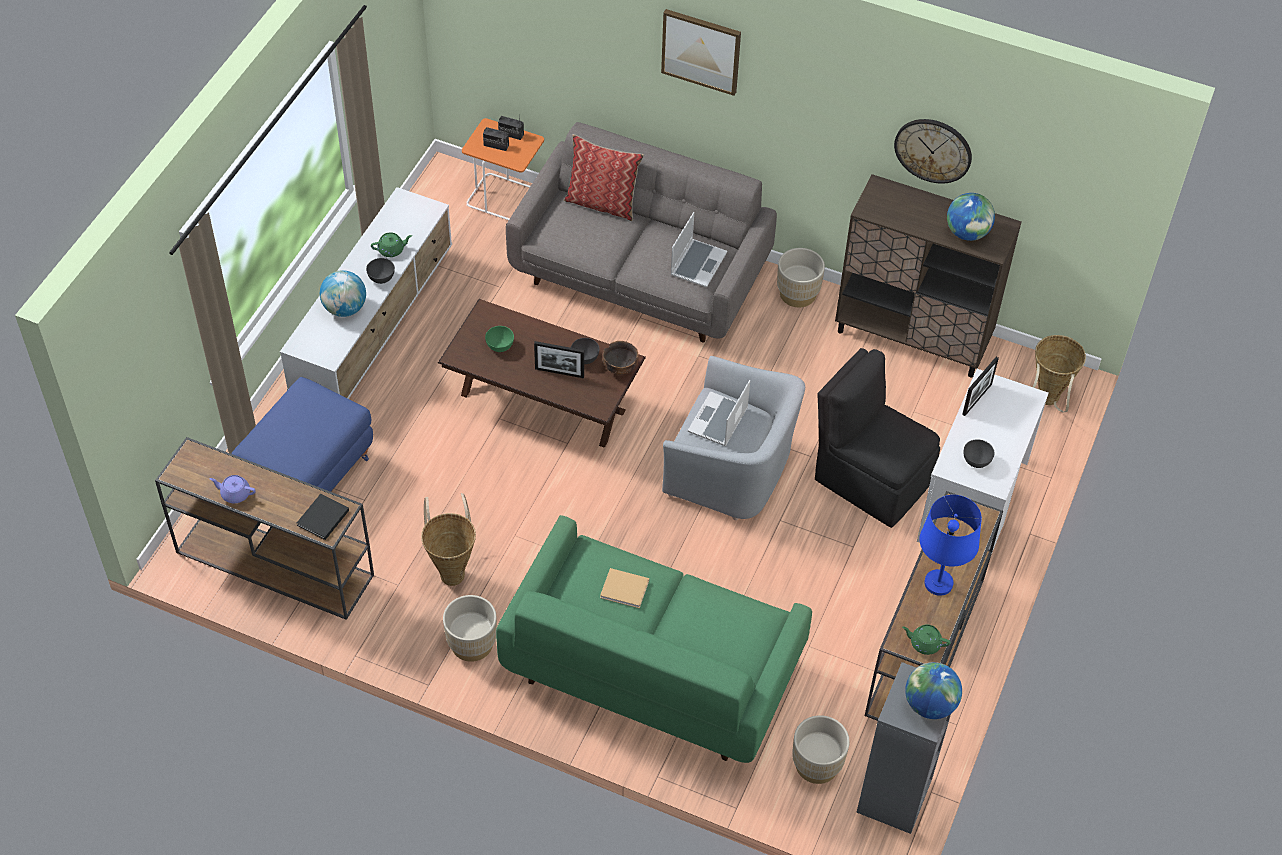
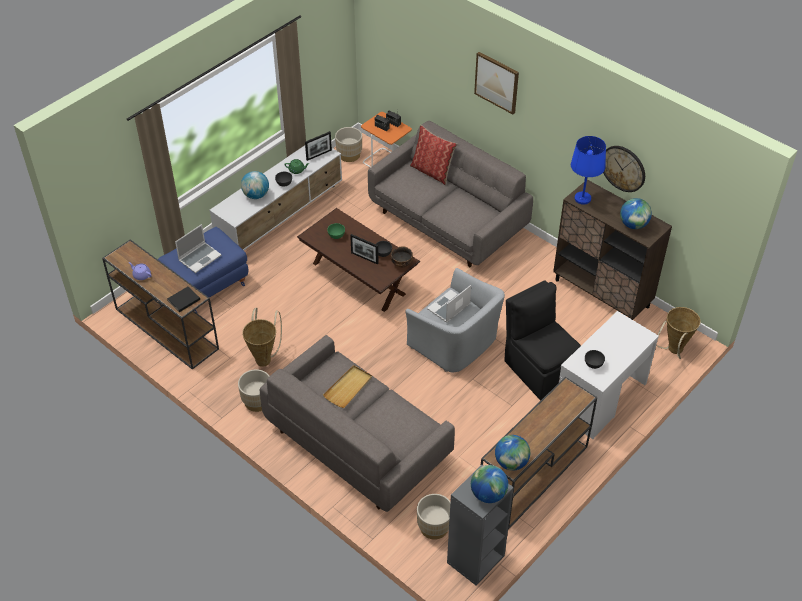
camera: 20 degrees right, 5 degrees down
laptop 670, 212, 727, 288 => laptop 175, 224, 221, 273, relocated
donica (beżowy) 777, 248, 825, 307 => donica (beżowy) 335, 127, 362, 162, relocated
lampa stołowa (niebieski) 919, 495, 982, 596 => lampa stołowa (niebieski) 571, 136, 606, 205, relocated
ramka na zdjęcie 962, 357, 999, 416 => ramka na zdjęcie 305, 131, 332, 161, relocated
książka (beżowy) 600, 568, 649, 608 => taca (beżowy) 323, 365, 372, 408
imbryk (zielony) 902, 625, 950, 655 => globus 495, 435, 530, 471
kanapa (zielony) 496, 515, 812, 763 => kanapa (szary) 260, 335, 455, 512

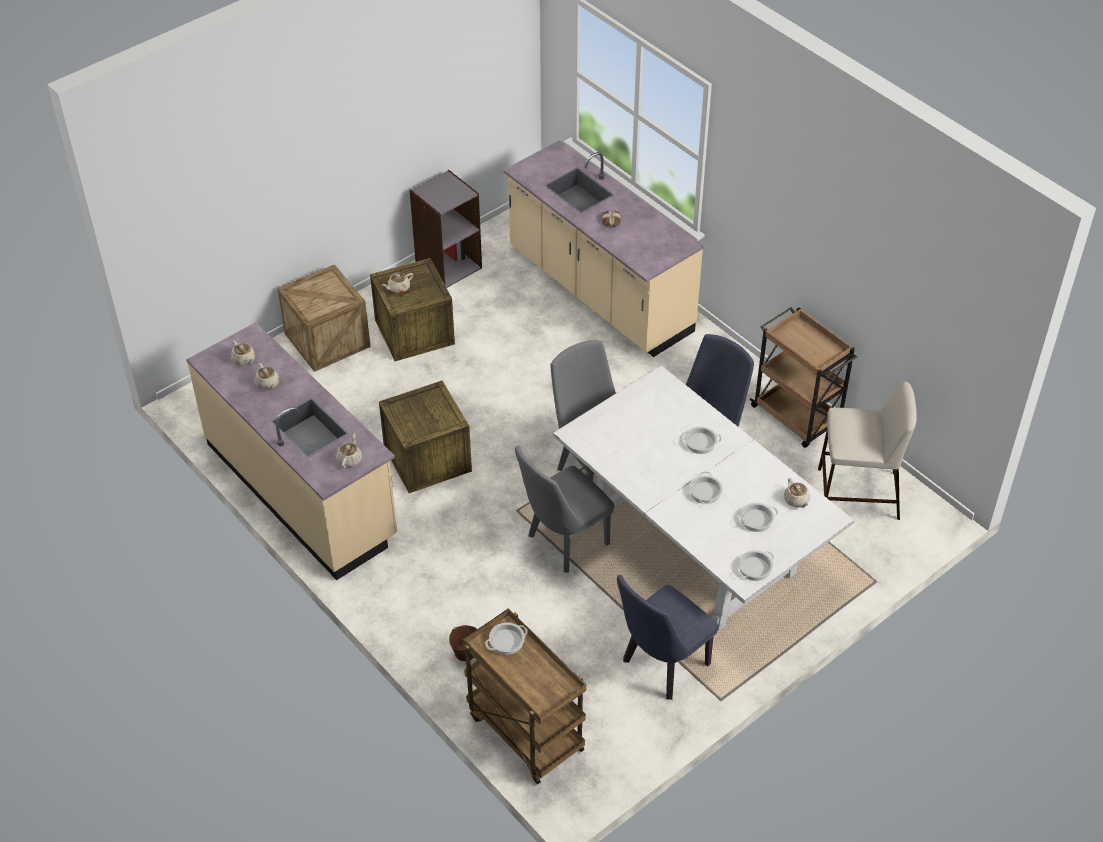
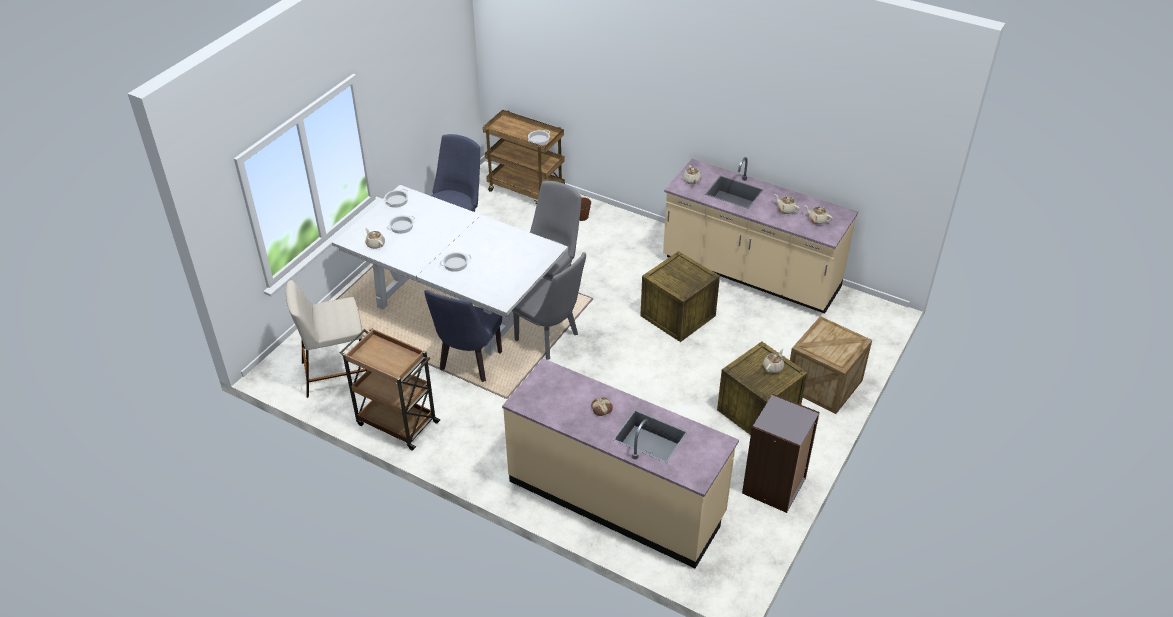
camera: 160 degrees right, 5 degrees down
garnek 689, 472, 723, 504 => nothing

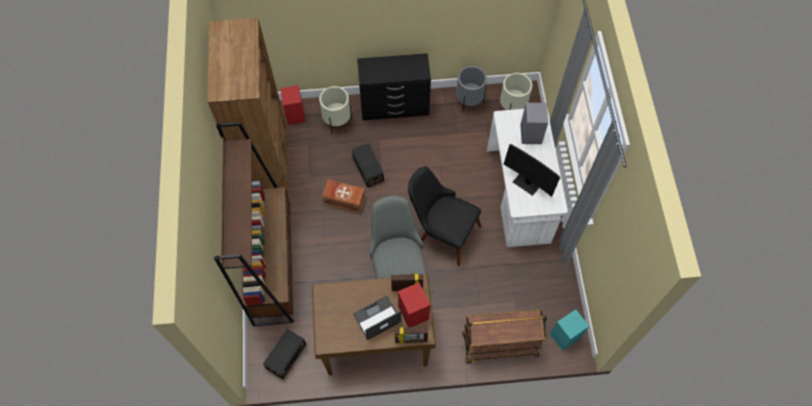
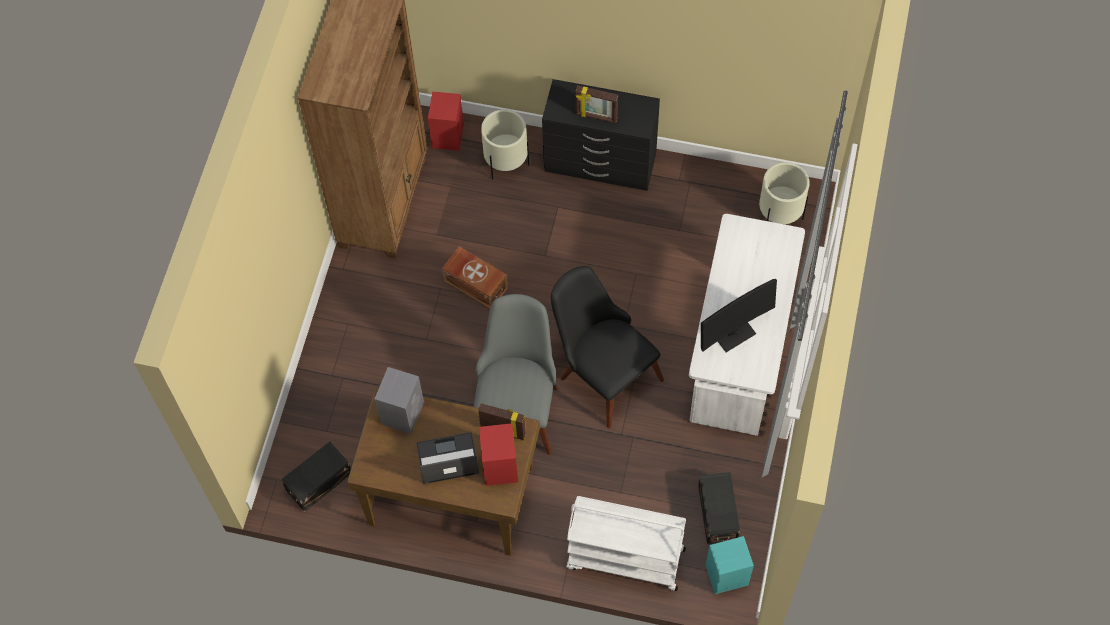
camera: 20 degrees right, 0 degrees up
regał (brązowy) 214, 122, 294, 326 => nothing
donica (szary) 456, 66, 487, 113 => nothing
pojemnik do przechowywania (czarny) 352, 143, 384, 188 => pojemnik do przechowywania (czarny) 698, 472, 740, 544, relocated
ramka na zdjęcie 395, 327, 428, 343 => ramka na zdjęcie 575, 85, 618, 123, relocated
głośnik (szary) 521, 103, 548, 144 => głośnik (szary) 374, 367, 424, 434, relocated
wózek (brązowy) 462, 310, 547, 364 => wózek (biały) 566, 496, 686, 591
monitor 503, 144, 560, 197 => monitor 701, 279, 777, 352, 90 degrees counterclockwise

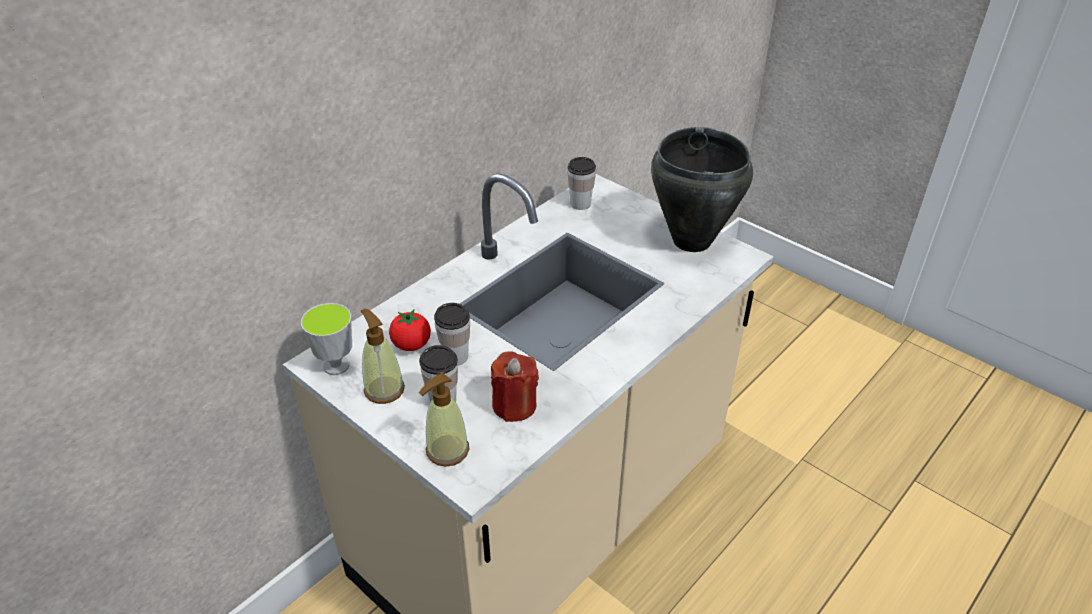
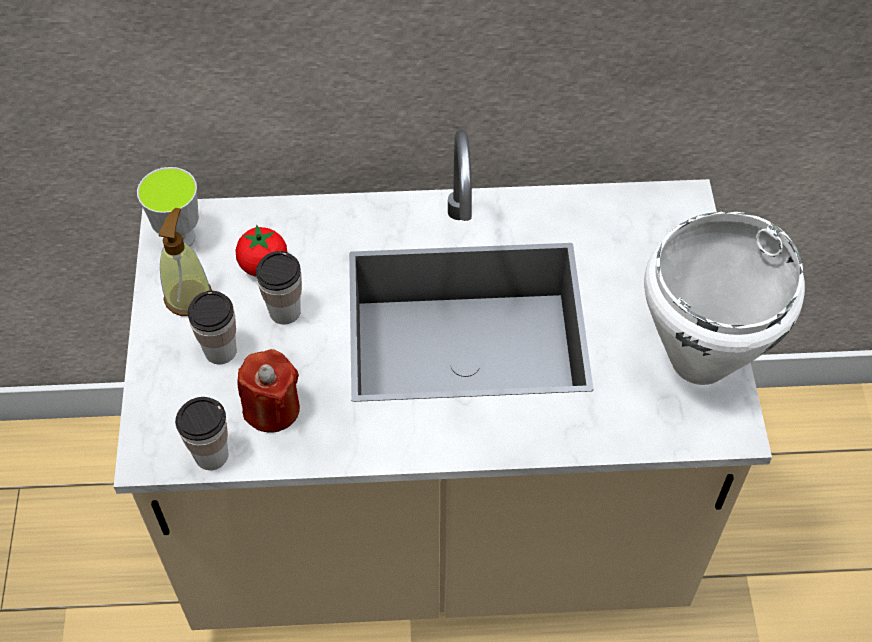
camera: 45 degrees right, 15 degrees up
dozownik mydła 419, 373, 469, 467 => nothing
filiżanka 567, 157, 596, 210 => filiżanka 175, 397, 228, 470, relocated
garnek (czarny) 651, 127, 753, 252 => garnek (biały) 644, 211, 805, 385

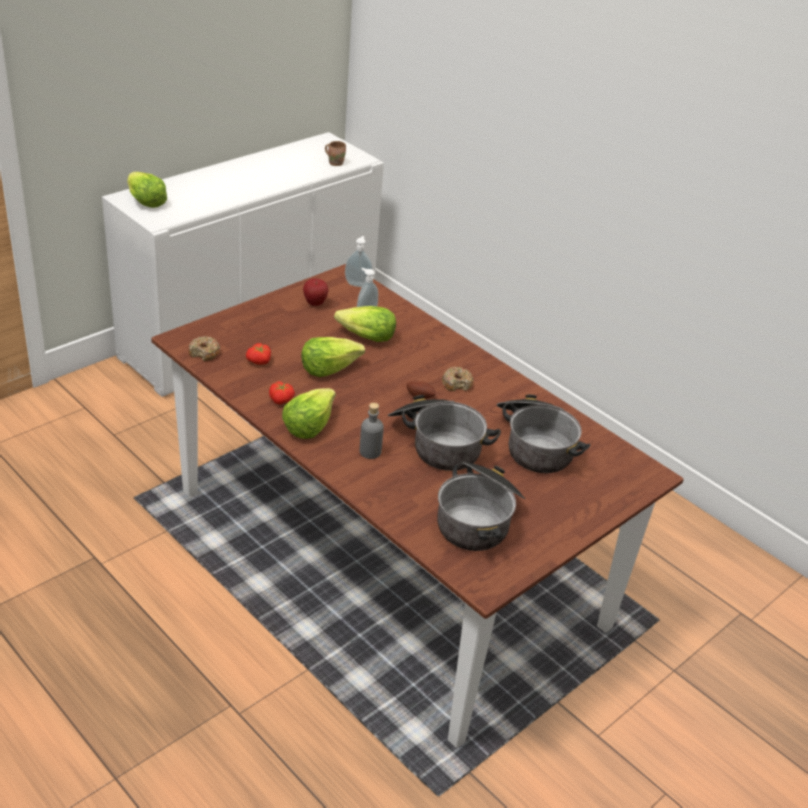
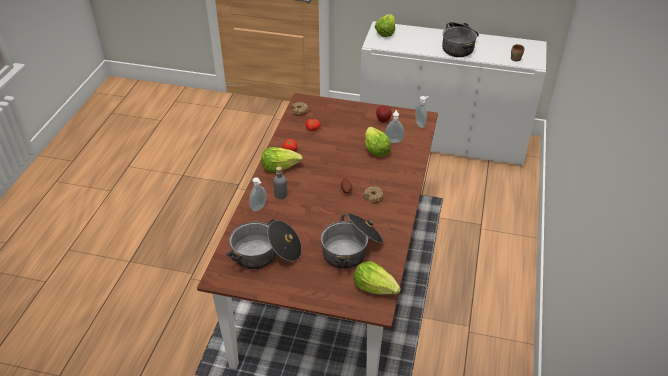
camera: 60 degrees right, 5 degrees up
nothing => dozownik mydła 249, 177, 266, 212
sałata 301, 337, 365, 377 => sałata 354, 261, 401, 295, relocated
garnek 388, 395, 501, 471 => garnek 442, 22, 479, 57, relocated

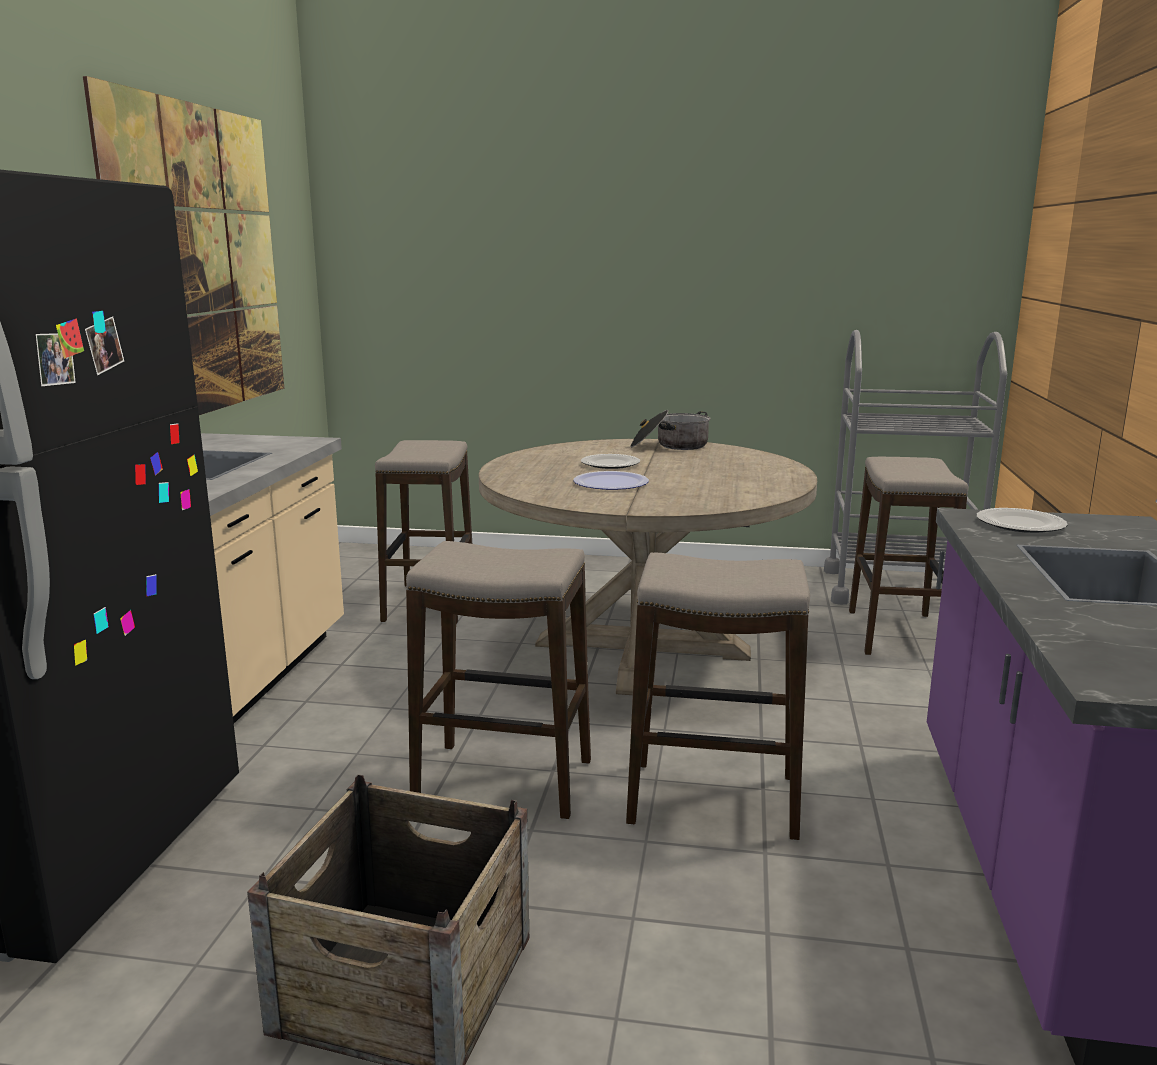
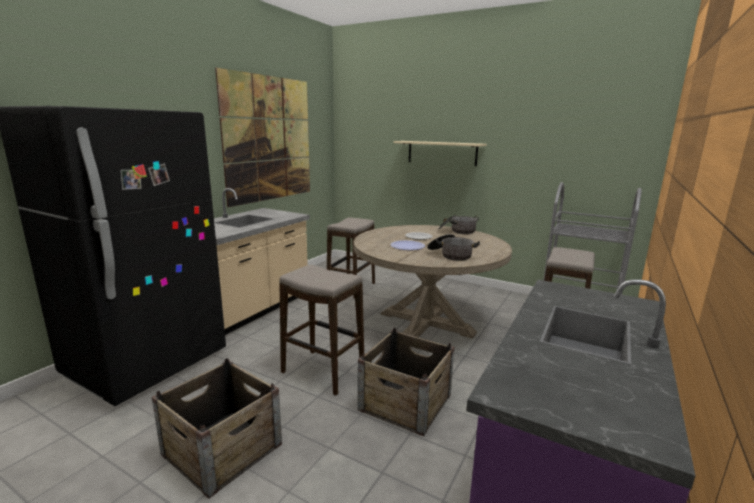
camera: 20 degrees right, 0 degrees up
talerz 977, 508, 1068, 533 => nothing
nothing => półka (beżowy) 393, 141, 487, 166
nothing => garnek 427, 234, 480, 261
stołek 626, 553, 810, 840 => skrzynka 358, 328, 454, 436

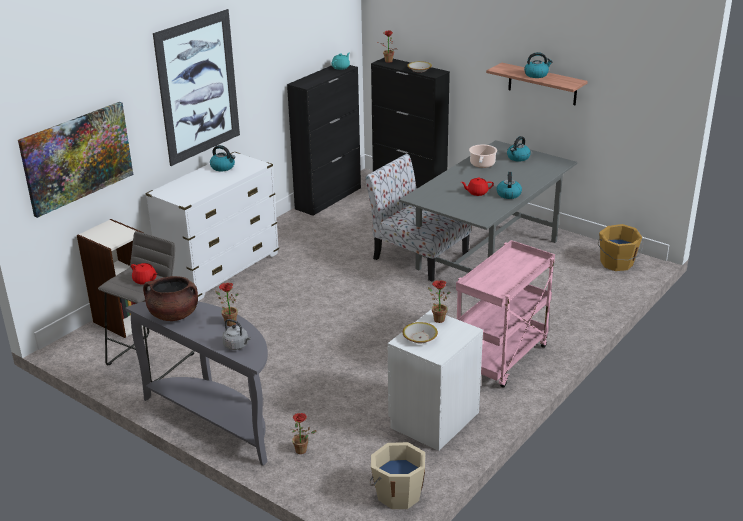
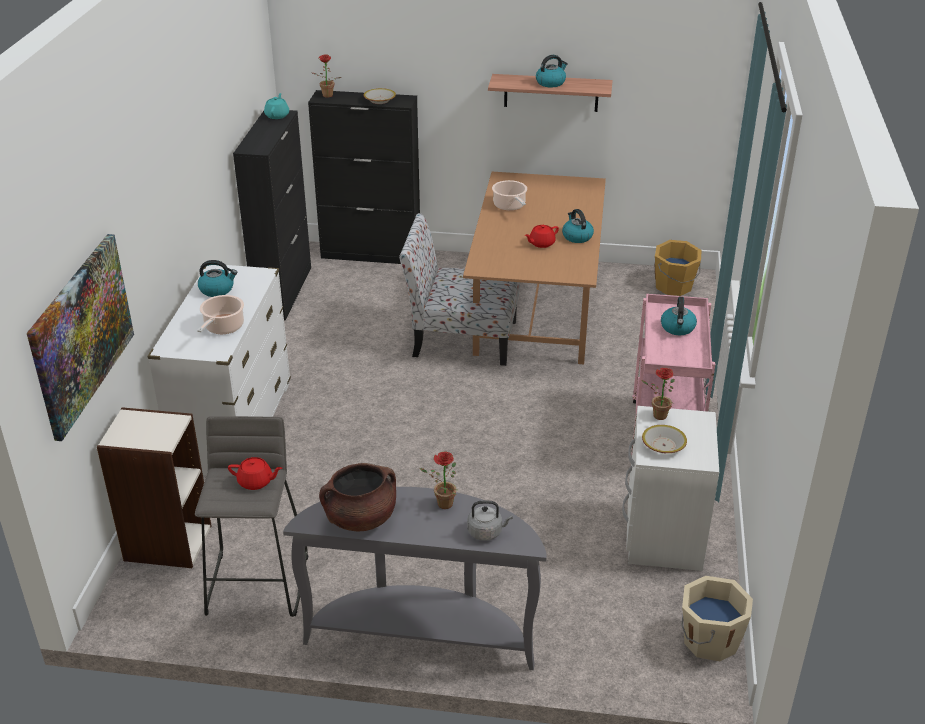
camera: 30 degrees left, 5 degrees up
obraz 153, 9, 240, 166 => nothing
roślina doniczkowa 292, 413, 317, 454 => nothing
nothing => garnek 197, 295, 244, 334
czajnik 507, 136, 531, 162 => czajnik 661, 297, 697, 335, relocated
stół jadalny (szary) 399, 140, 577, 273 => stół jadalny (brązowy) 463, 172, 606, 365

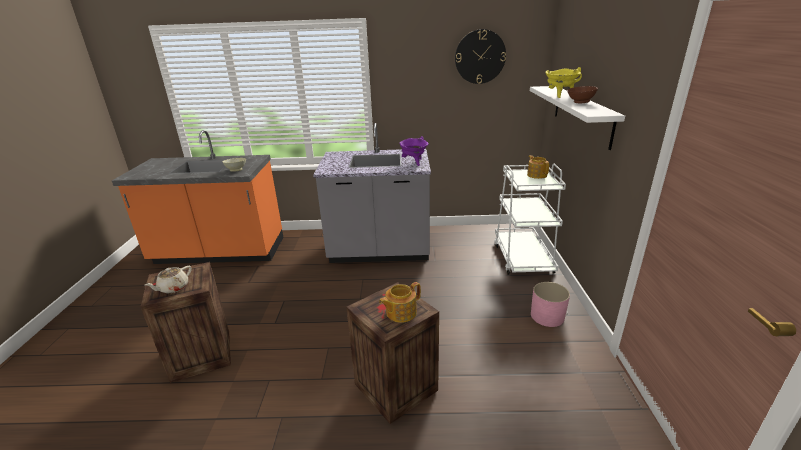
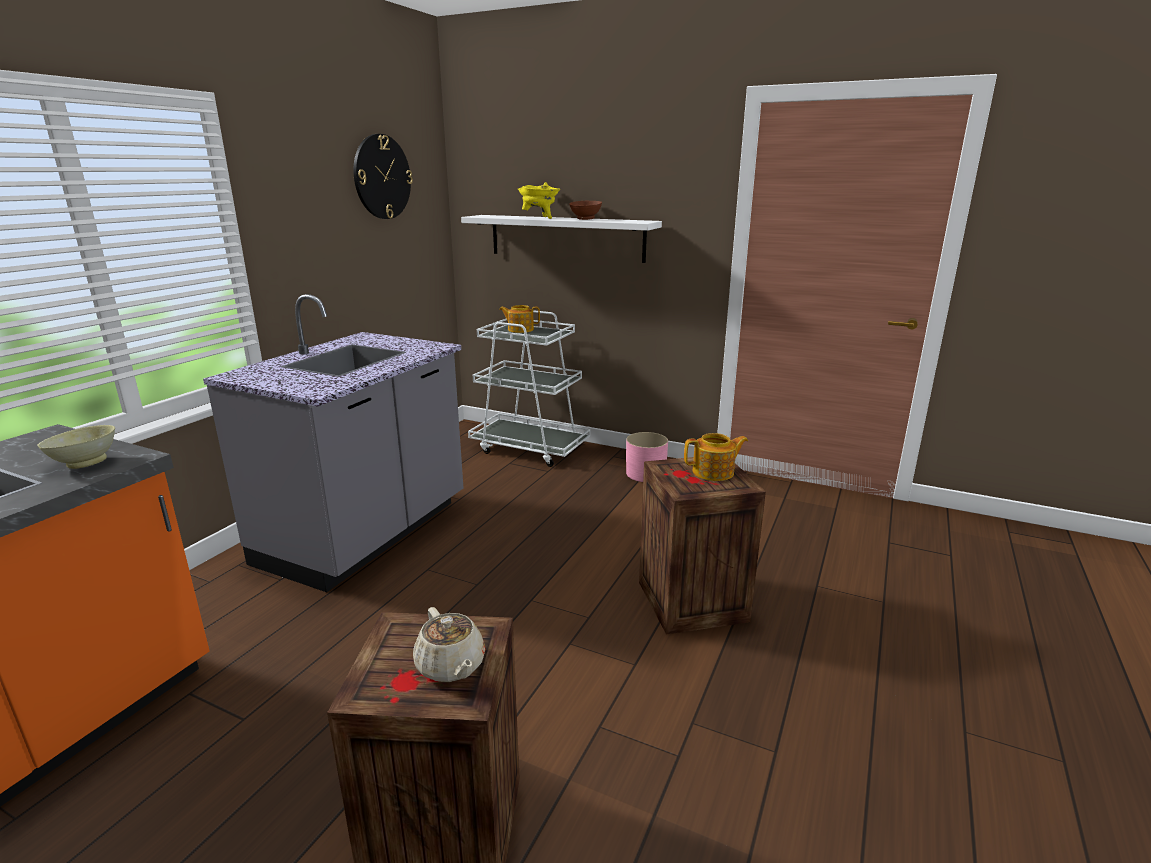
camera: 65 degrees left, 5 degrees down
garnek (fioletowy) 399, 136, 429, 166 => nothing
imbryk 379, 282, 421, 323 => imbryk 684, 433, 748, 481, 90 degrees counterclockwise

